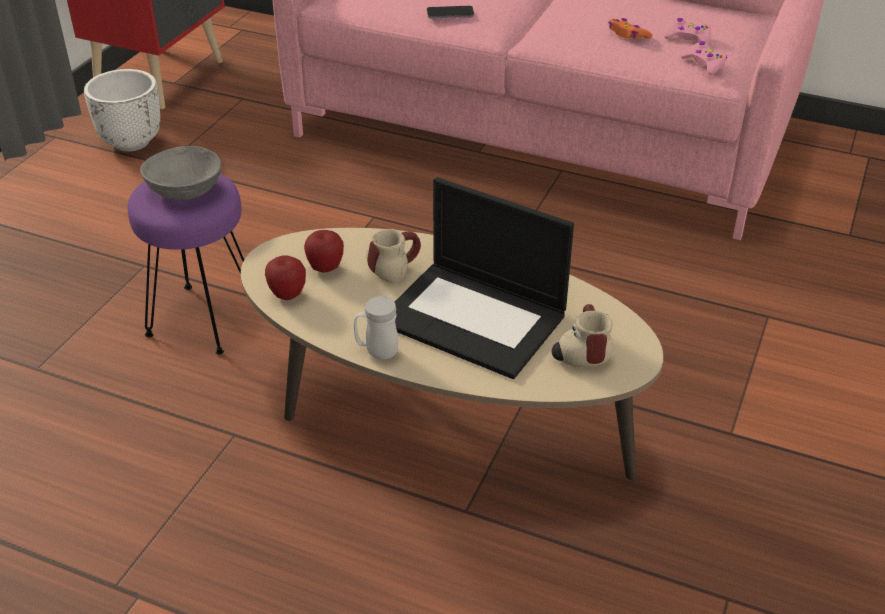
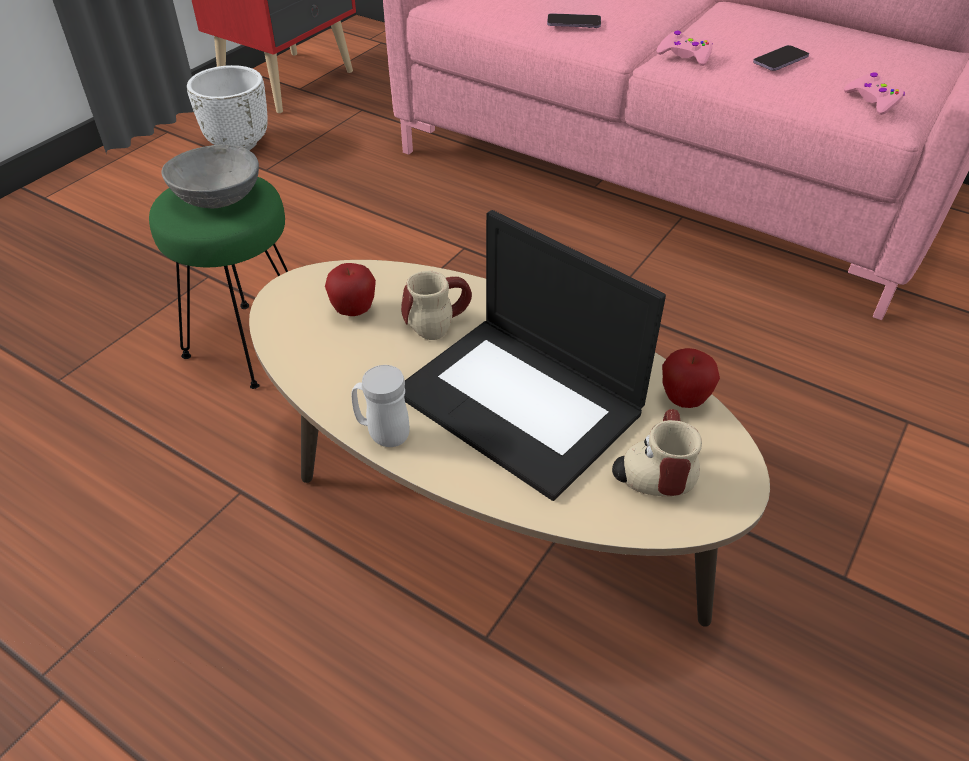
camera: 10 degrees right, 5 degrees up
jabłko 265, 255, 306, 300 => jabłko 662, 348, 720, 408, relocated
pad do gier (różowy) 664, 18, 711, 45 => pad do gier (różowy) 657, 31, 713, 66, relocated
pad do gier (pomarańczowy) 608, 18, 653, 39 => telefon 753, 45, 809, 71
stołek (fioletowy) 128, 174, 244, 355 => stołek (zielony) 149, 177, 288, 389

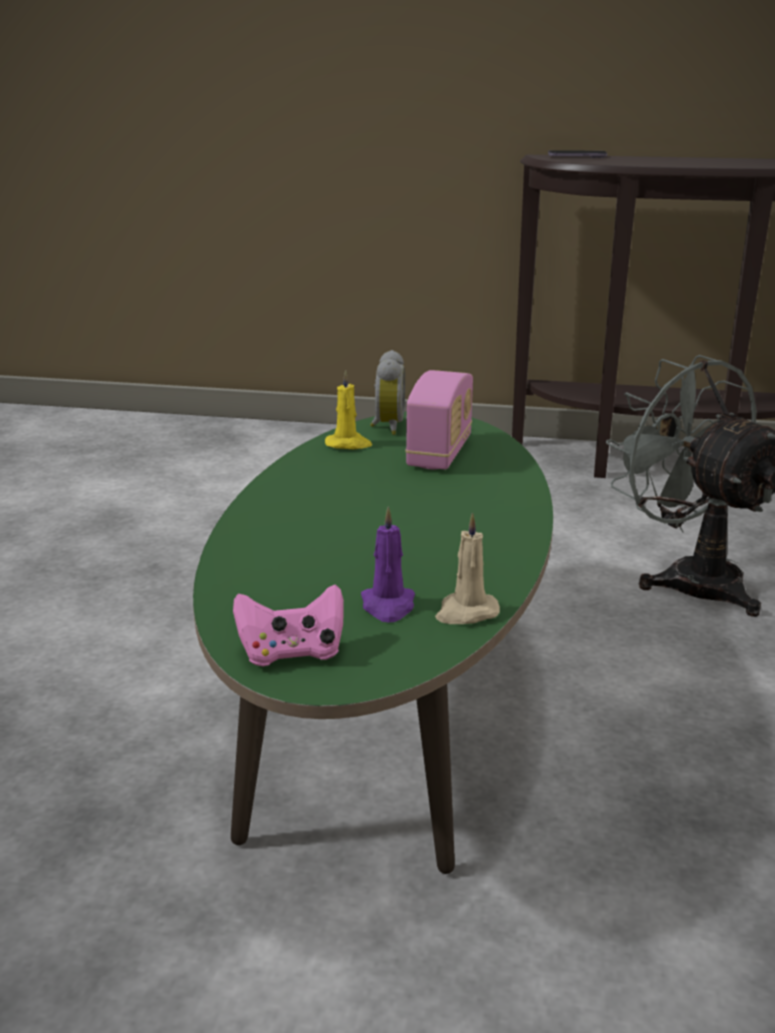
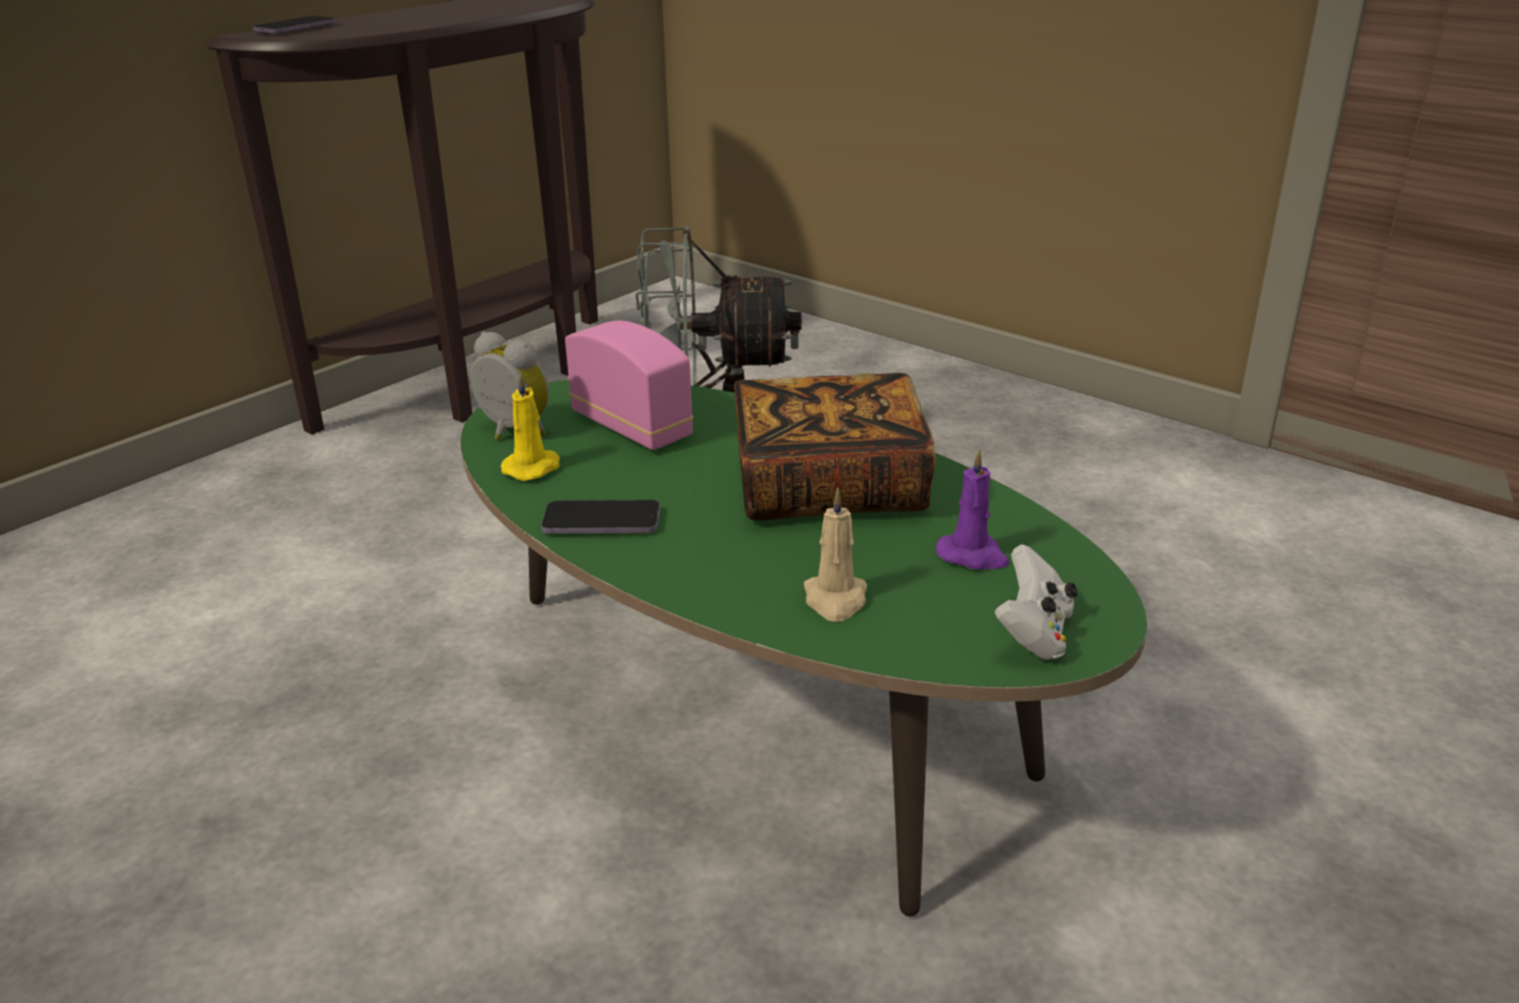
camera: 60 degrees left, 5 degrees up
nothing => telefon 541, 500, 660, 534
nothing => książka 734, 373, 936, 521
świeca (beżowy) 435, 512, 500, 624 => świeca (beżowy) 804, 488, 867, 622, relocated
pad do gier (różowy) 233, 584, 344, 666 => pad do gier (biały) 994, 544, 1078, 660

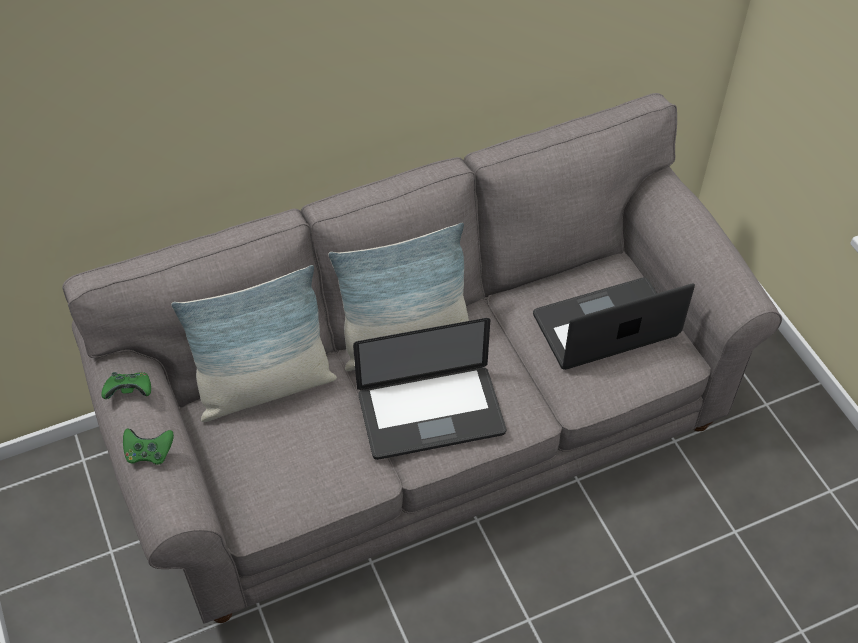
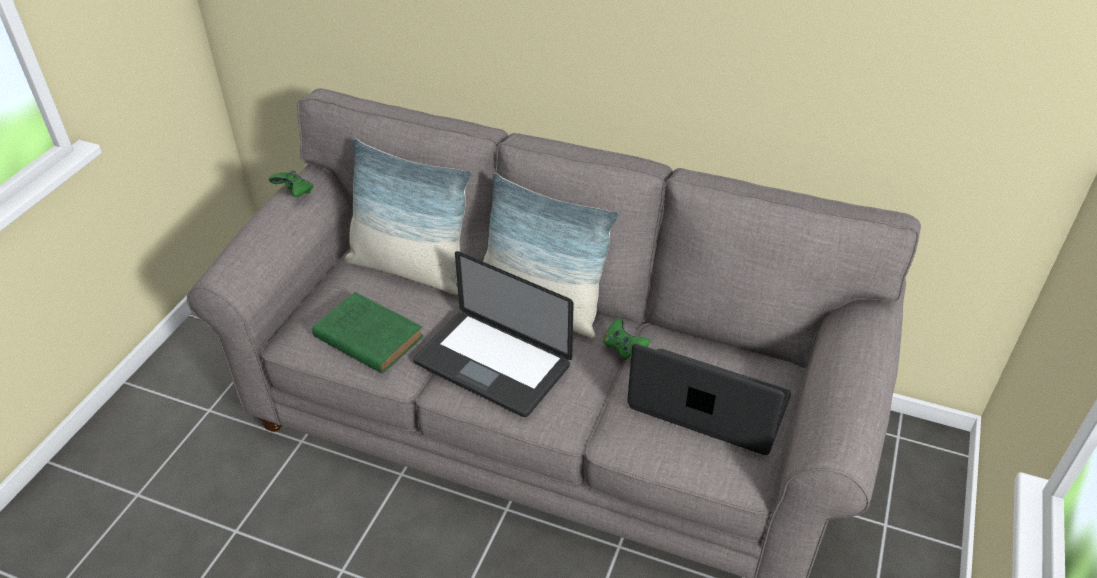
camera: 45 degrees right, 10 degrees down
nothing => książka (zielony) 312, 292, 424, 374
pad do gier (zielony) 123, 428, 174, 465 => pad do gier (zielony) 603, 318, 650, 360, relocated

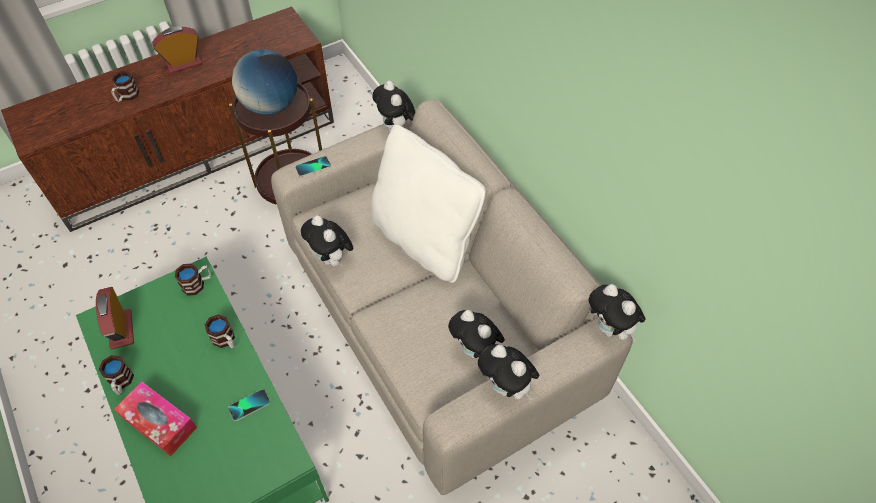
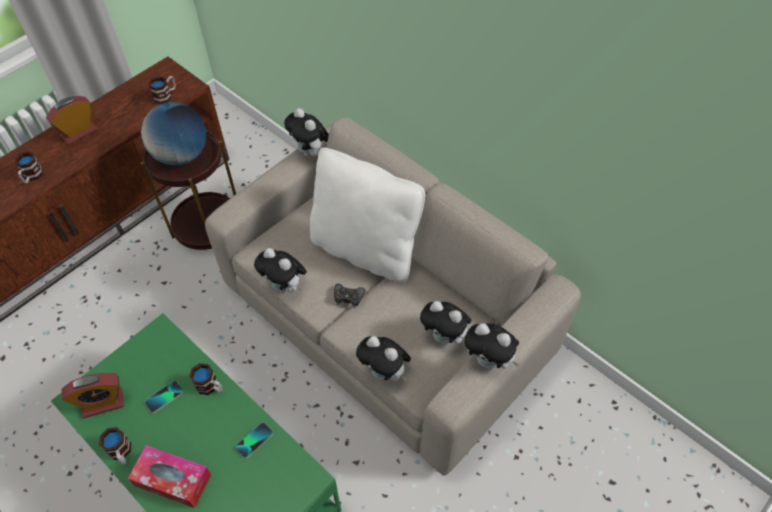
camera: 15 degrees left, 0 degrees up
nothing => pad do gier (czarny) 334, 284, 365, 308
kubek 175, 263, 211, 296 => kubek 148, 76, 176, 104, relocated
telefon 295, 156, 331, 177 => telefon 145, 381, 183, 413, relocated
pluszak 589, 284, 646, 342 => pluszak 356, 336, 411, 381, relocated
budzik 96, 287, 134, 350 => budzik 62, 373, 124, 418, 75 degrees counterclockwise

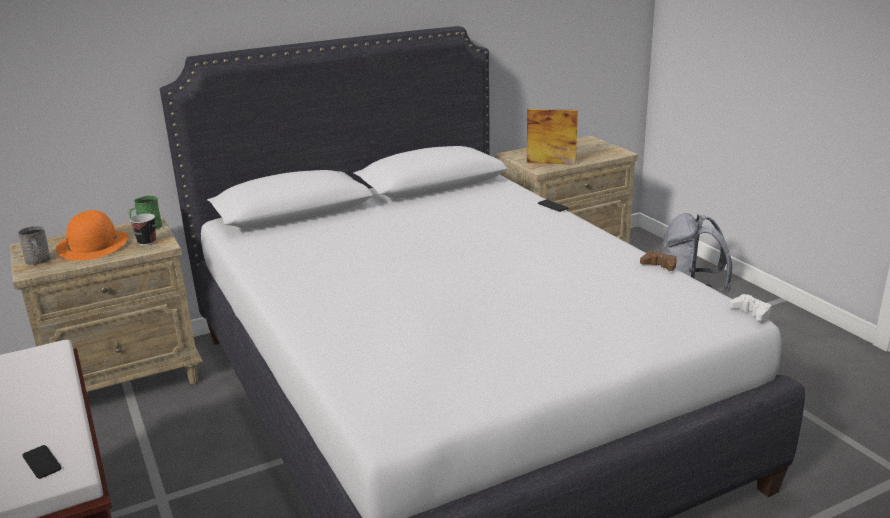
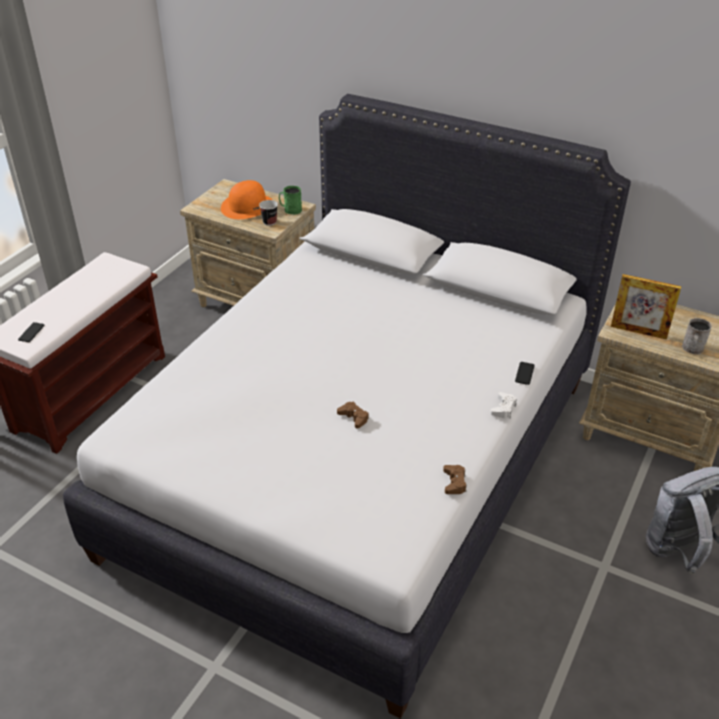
camera: 55 degrees right, 15 degrees up
nothing => pad do gier (brązowy) 337, 402, 369, 429
kubek (szary) 18, 226, 51, 265 => kubek (szary) 682, 318, 712, 354, relocated
pad do gier (biały) 729, 294, 772, 321 => pad do gier (biały) 490, 392, 517, 418, relocated
ramka na zdjęcie 527, 109, 578, 165 => ramka na zdjęcie 611, 274, 681, 340, 135 degrees clockwise

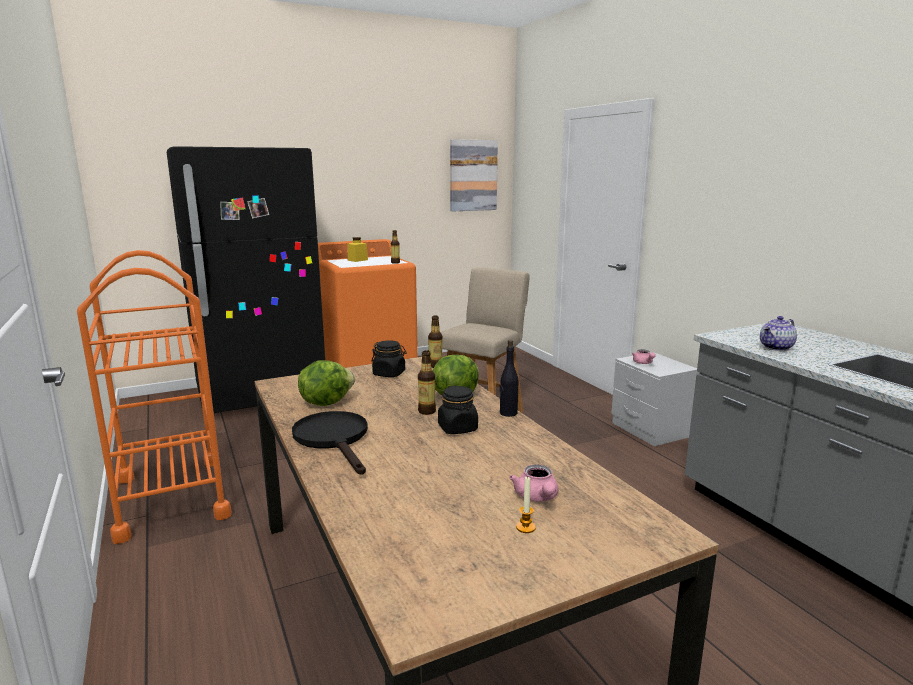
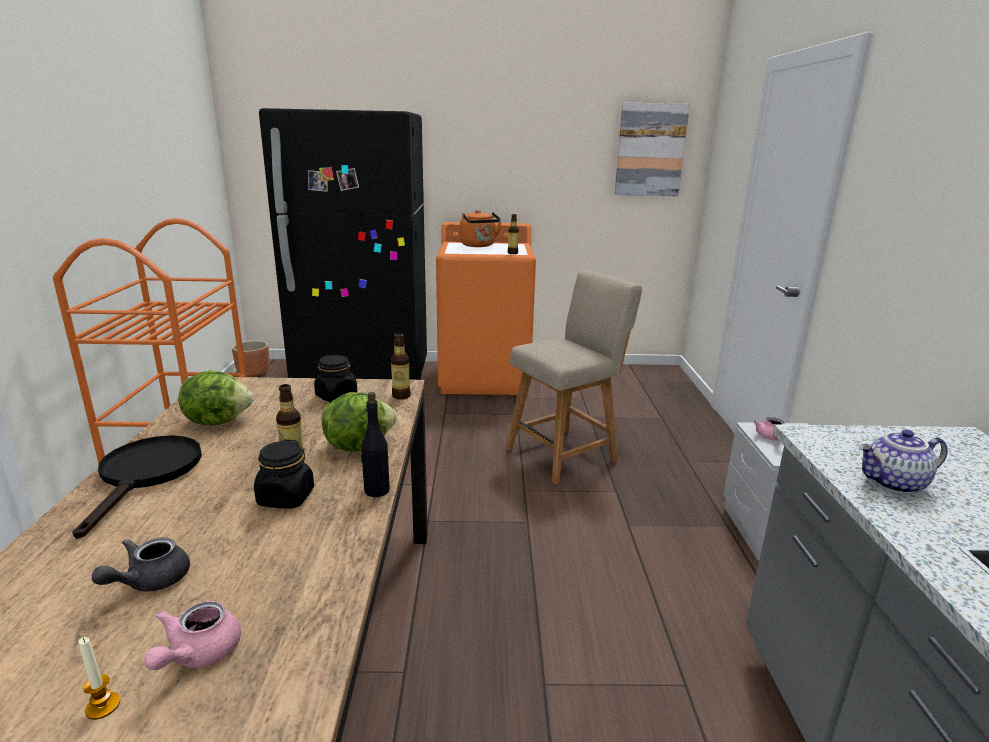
camera: 25 degrees right, 5 degrees up
nothing => imbryk (szary) 92, 537, 190, 592
nothing => donica (brązowy) 232, 341, 270, 377
słoik (żółty) 347, 237, 368, 262 => czajnik (pomarańczowy) 460, 210, 501, 247

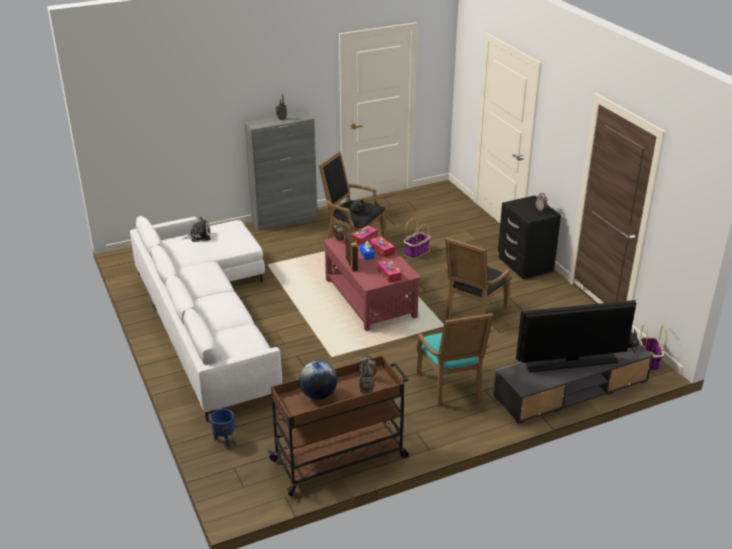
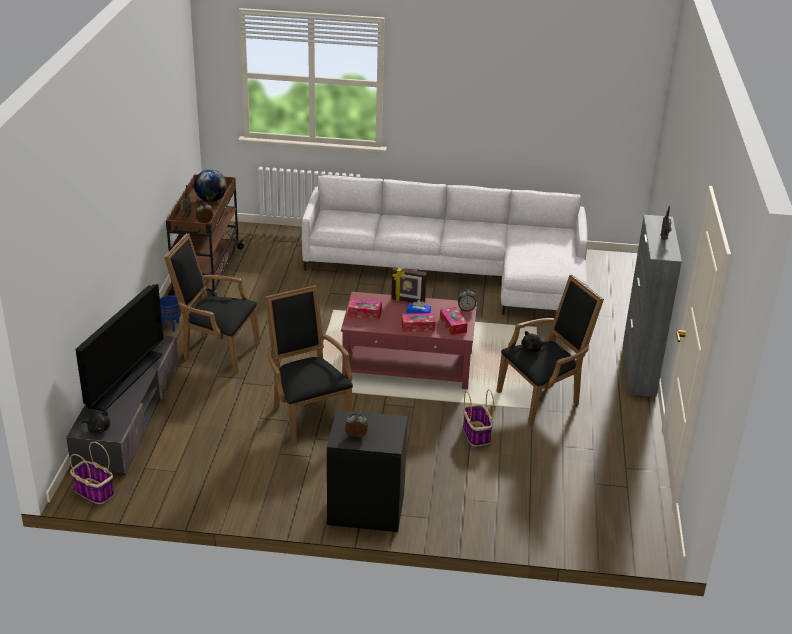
camera: 120 degrees right, 0 degrees up
pluszak 182, 217, 211, 242 => nothing
donica (niebieski) 210, 409, 235, 447 => donica (niebieski) 160, 295, 181, 332, relocated
fotel (turkusowy) 415, 313, 493, 406 => fotel (czarny) 164, 233, 260, 374

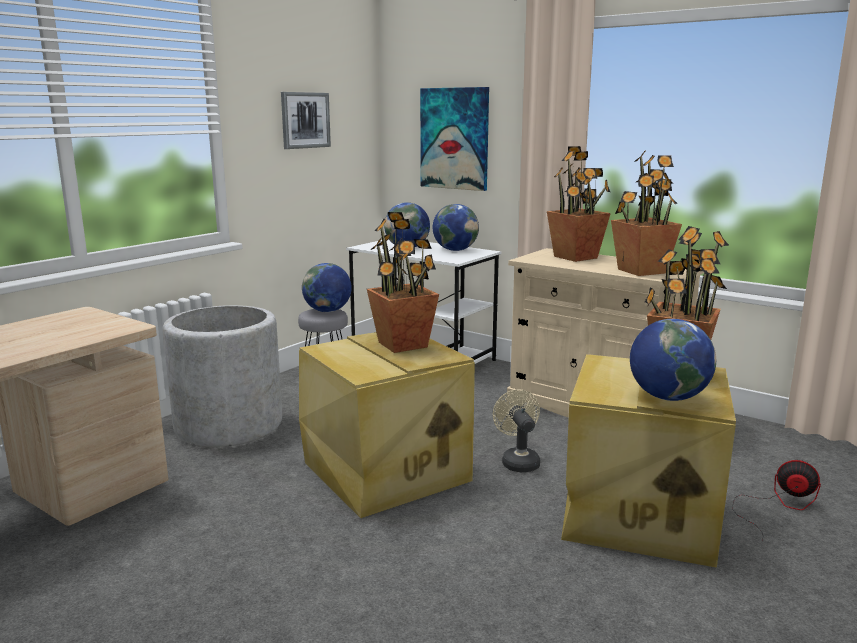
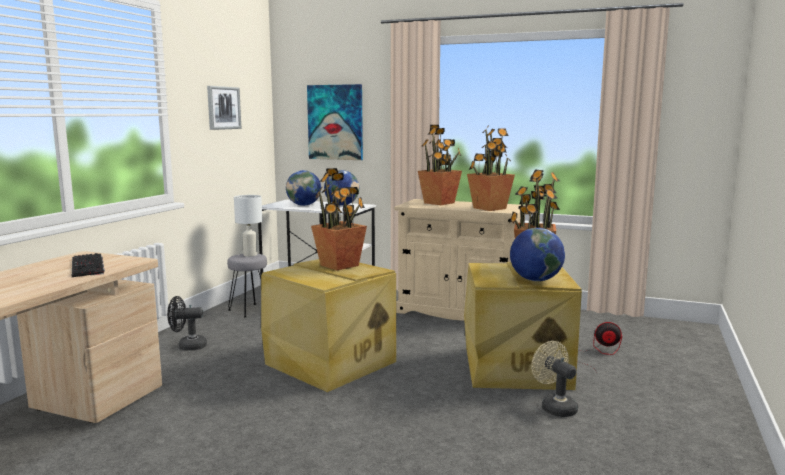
camera: 15 degrees left, 5 degrees down
nothing => klawiatura 72, 253, 105, 277
wentylator (beżowy) 493, 389, 540, 472 => wentylator (beżowy) 531, 341, 578, 417, relocated
donica (szary) 162, 305, 282, 447 => wentylator (czarny) 167, 296, 207, 351
globus 302, 263, 352, 312 => lampa stołowa (biały) 234, 195, 262, 257

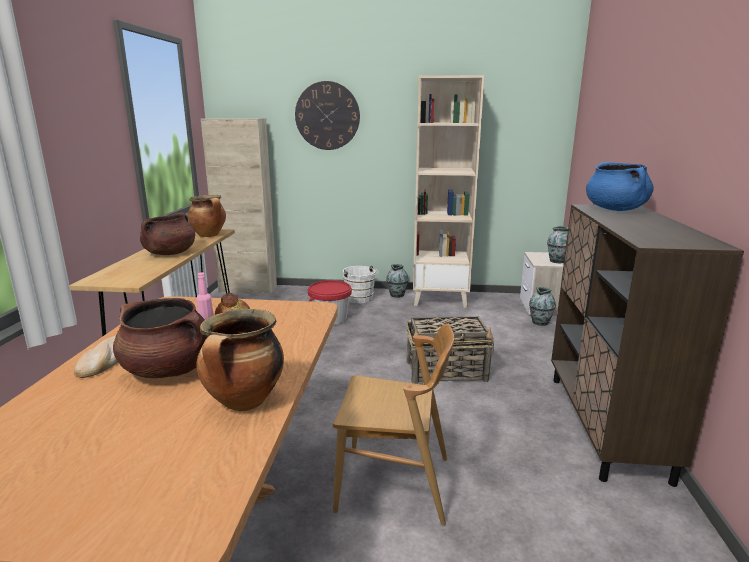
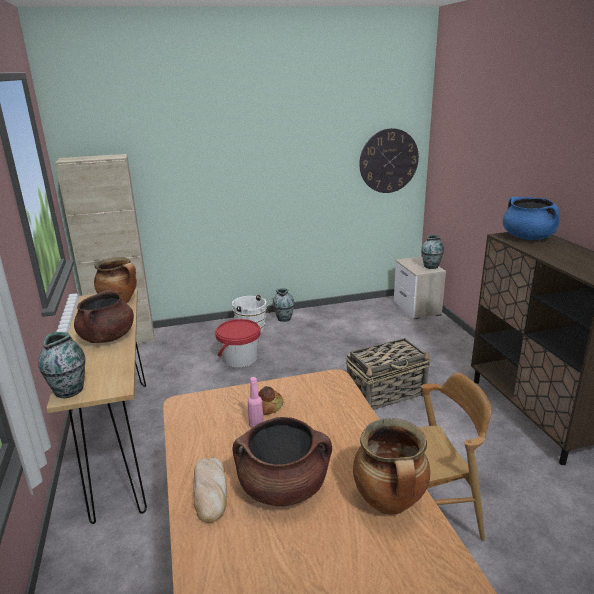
camera: 20 degrees left, 5 degrees up
regał (beżowy) 413, 75, 484, 308 => nothing
zegar ścienny 295, 81, 360, 150 => zegar ścienny 359, 128, 419, 193, relocated
wazon 529, 287, 556, 326 => wazon 38, 332, 86, 398, relocated

